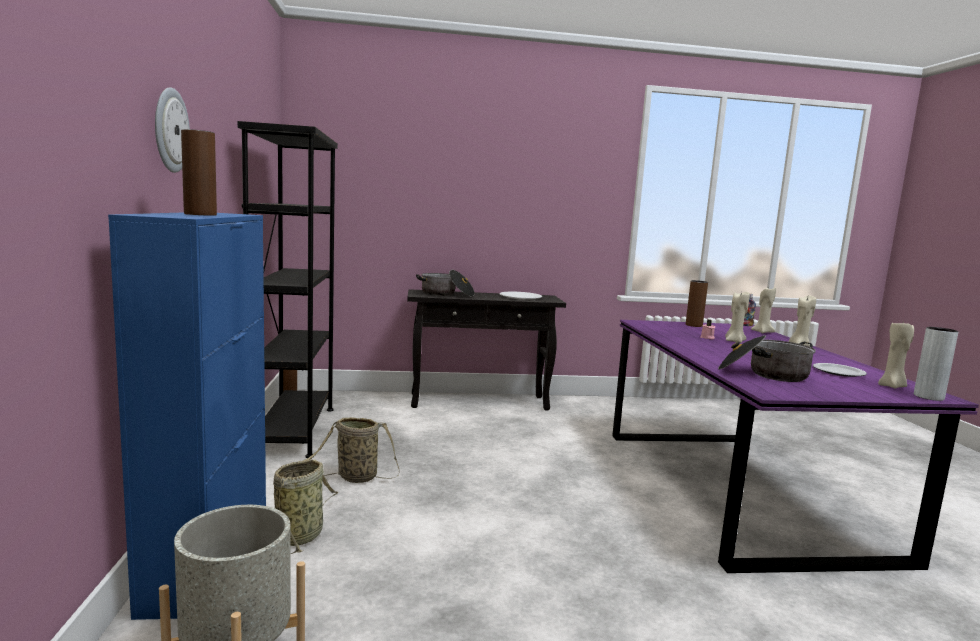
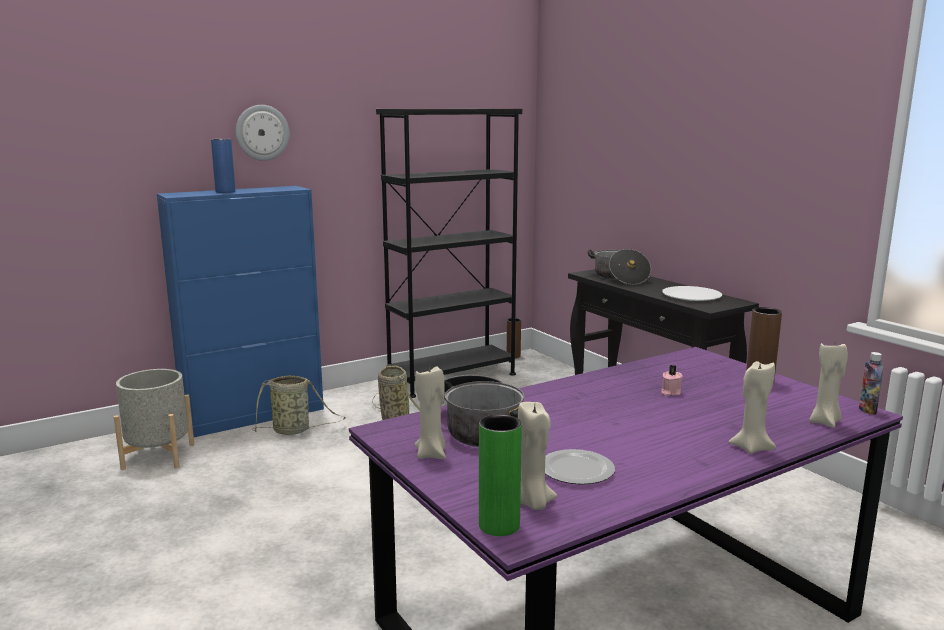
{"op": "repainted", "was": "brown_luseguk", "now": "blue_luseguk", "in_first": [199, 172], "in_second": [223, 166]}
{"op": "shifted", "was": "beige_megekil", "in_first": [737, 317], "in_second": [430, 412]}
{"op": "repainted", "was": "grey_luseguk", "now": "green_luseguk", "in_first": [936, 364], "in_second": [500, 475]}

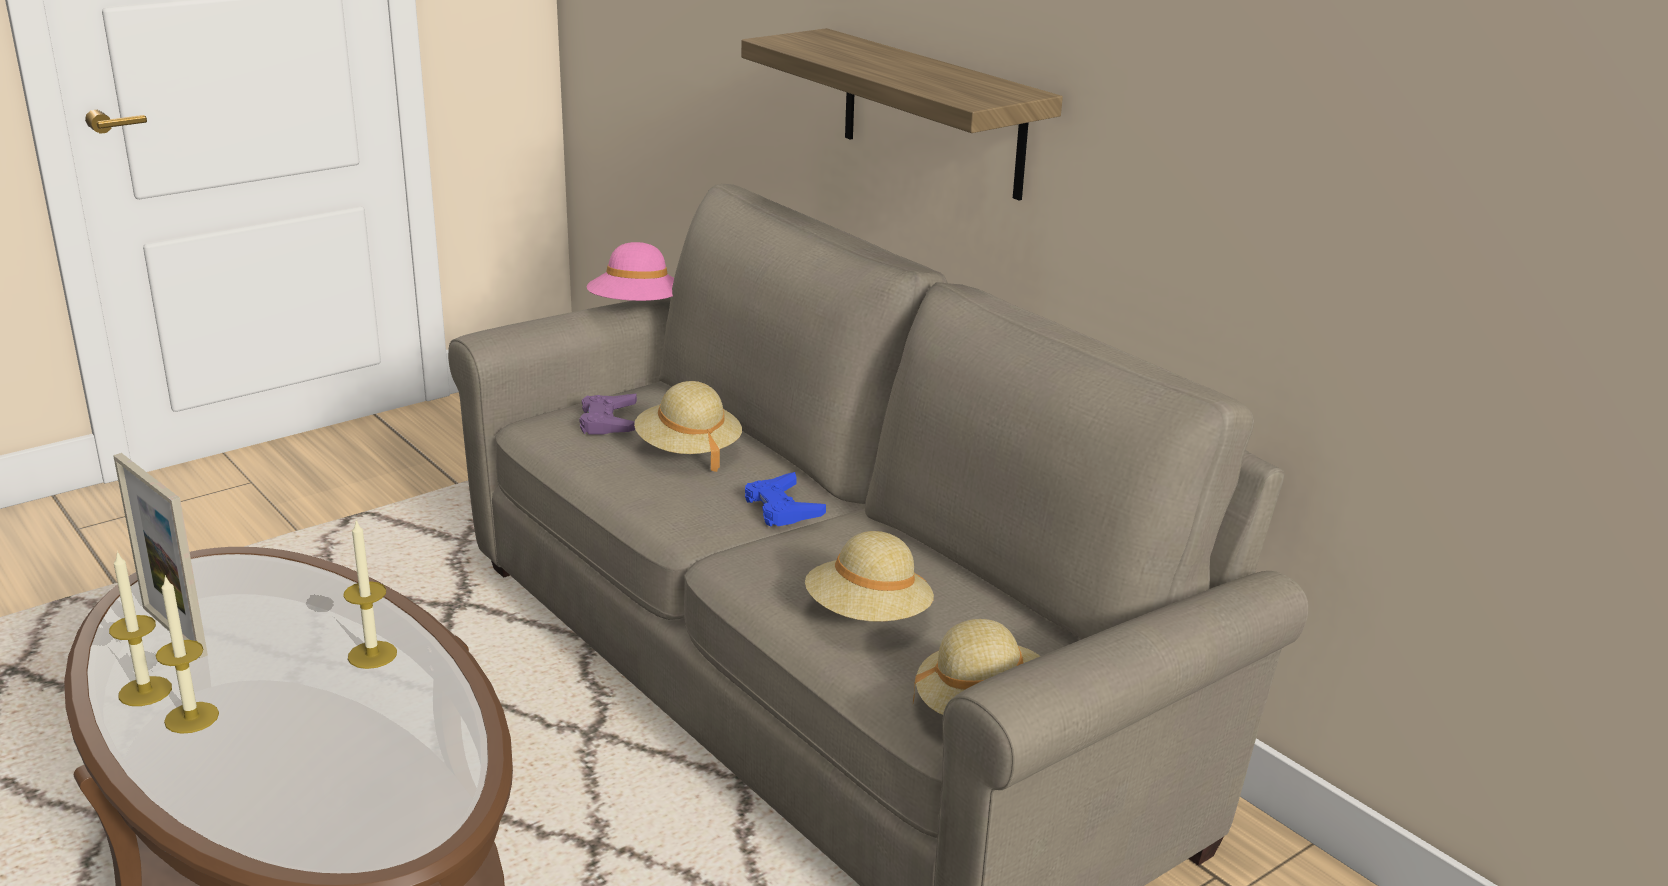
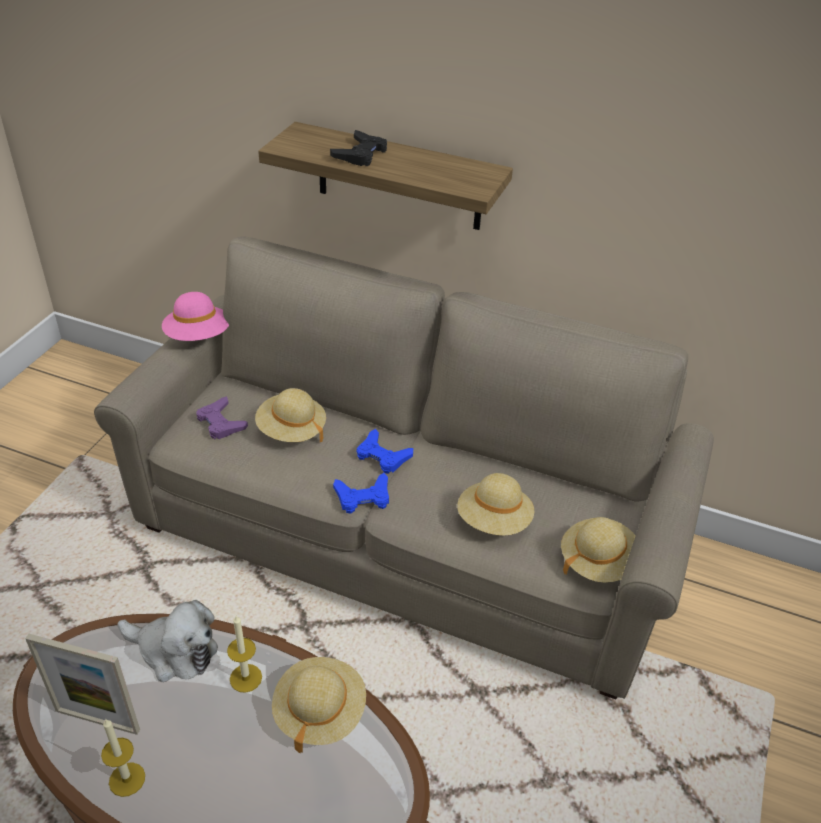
{"op": "gone", "was": "megekil", "in_first": [187, 654]}
{"op": "new", "now": "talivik", "in_second": [168, 641]}
{"op": "new", "now": "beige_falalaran", "in_second": [319, 705]}
{"op": "new", "now": "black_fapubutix", "in_second": [358, 148]}
{"op": "new", "now": "blue_fapubutix", "in_second": [361, 493]}

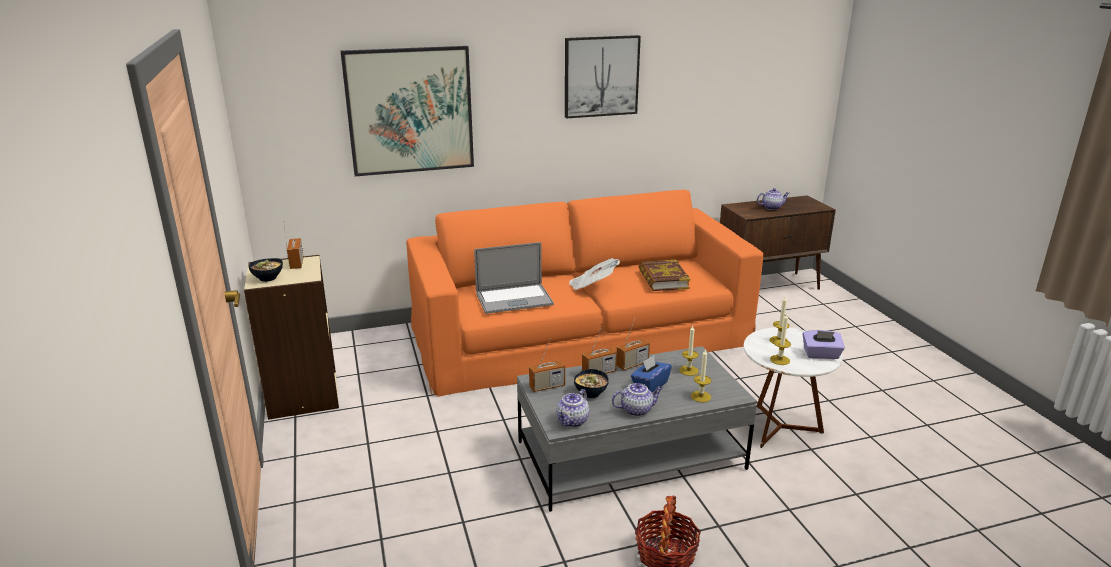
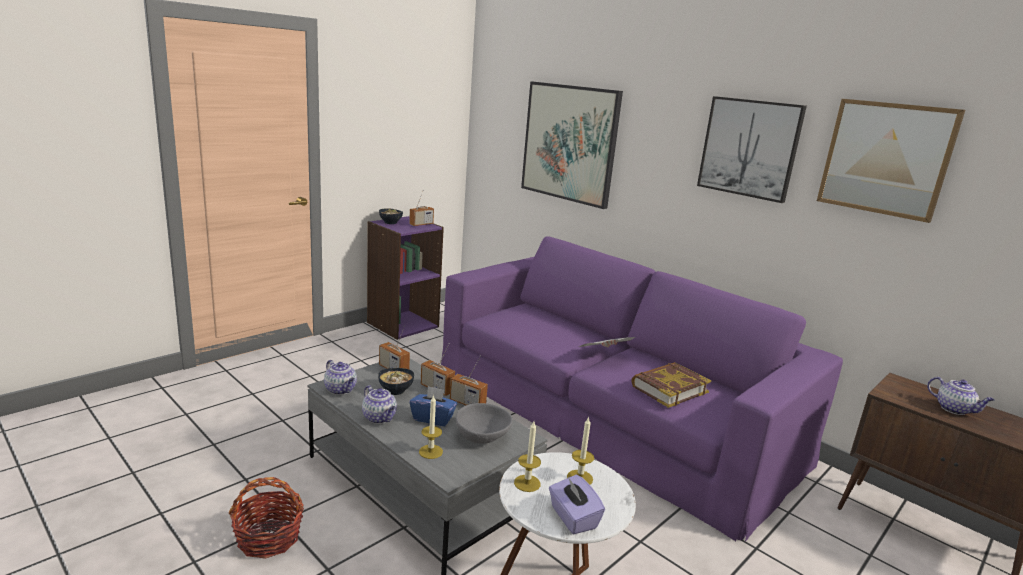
{"op": "repainted", "was": "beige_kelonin", "now": "purple_kelonin", "in_first": [291, 337], "in_second": [405, 278]}
{"op": "repainted", "was": "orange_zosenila", "now": "purple_zosenila", "in_first": [584, 293], "in_second": [642, 389]}
{"op": "gone", "was": "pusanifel", "in_first": [514, 278]}
{"op": "rotated", "was": "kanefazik", "in_first": [573, 408], "in_second": [340, 377], "clockwise": -135}
{"op": "swapped", "was": "megekil", "now": "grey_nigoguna", "in_first": [689, 351], "in_second": [484, 423]}
{"op": "new", "now": "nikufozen", "in_second": [891, 161]}

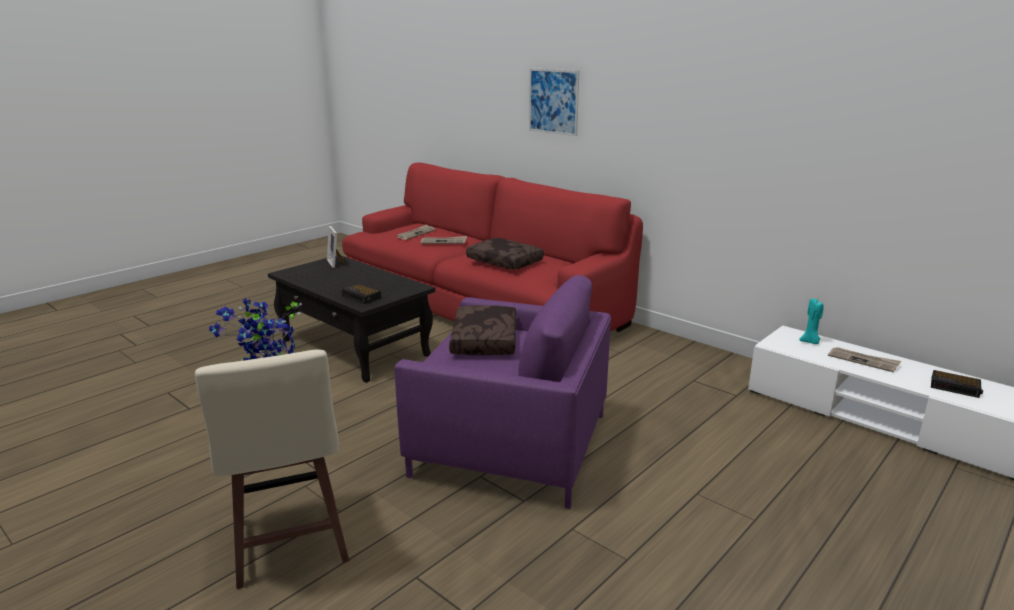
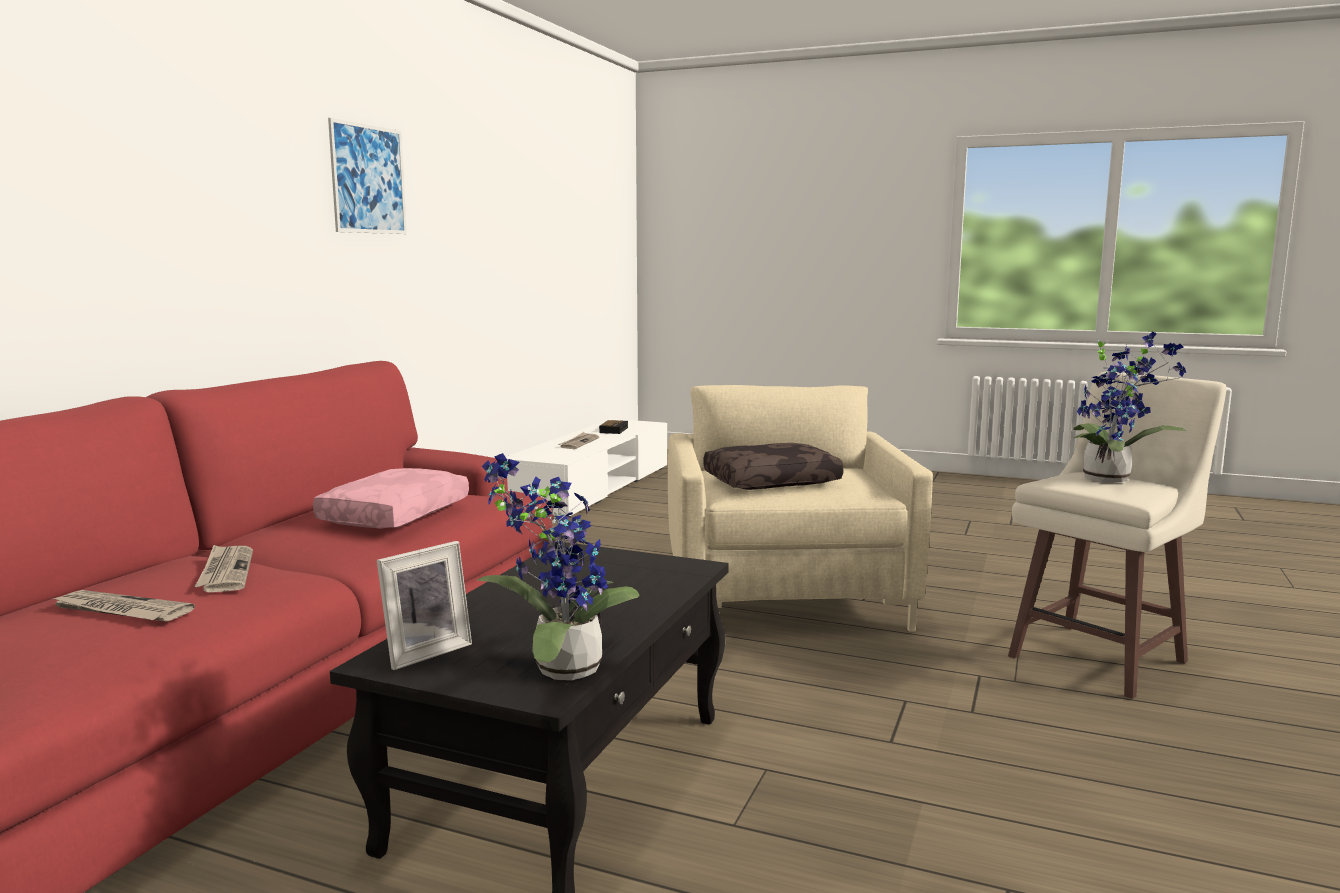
{"op": "gone", "was": "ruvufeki", "in_first": [361, 294]}
{"op": "repainted", "was": "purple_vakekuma", "now": "beige_vakekuma", "in_first": [502, 392], "in_second": [800, 508]}
{"op": "repainted", "was": "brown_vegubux", "now": "pink_vegubux", "in_first": [505, 254], "in_second": [391, 498]}
{"op": "shifted", "was": "nikufozen", "in_first": [554, 102], "in_second": [367, 176]}
{"op": "gone", "was": "turquoise_megekil", "in_first": [811, 321]}
{"op": "new", "now": "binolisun", "in_second": [558, 566]}

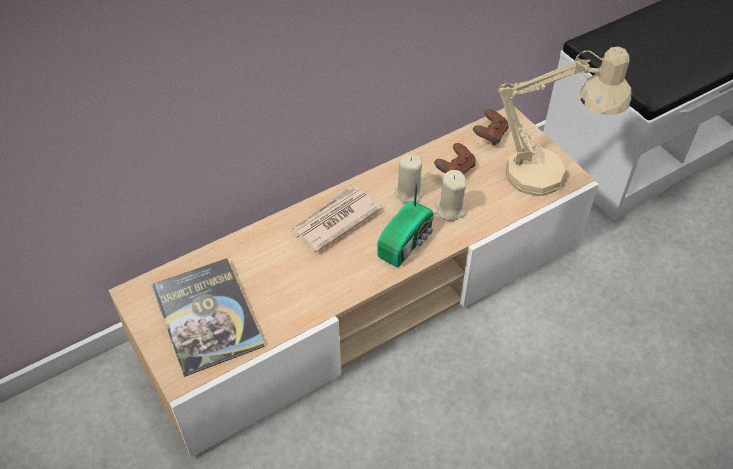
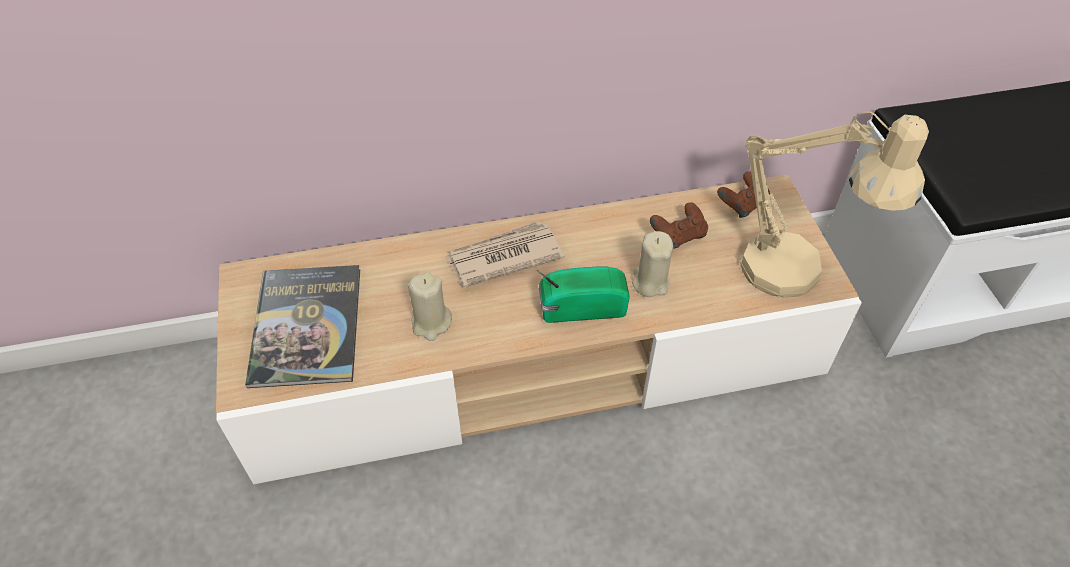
{"op": "rotated", "was": "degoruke", "in_first": [405, 218], "in_second": [583, 295], "clockwise": -150}
{"op": "shifted", "was": "beige_megekil", "in_first": [409, 178], "in_second": [430, 306]}

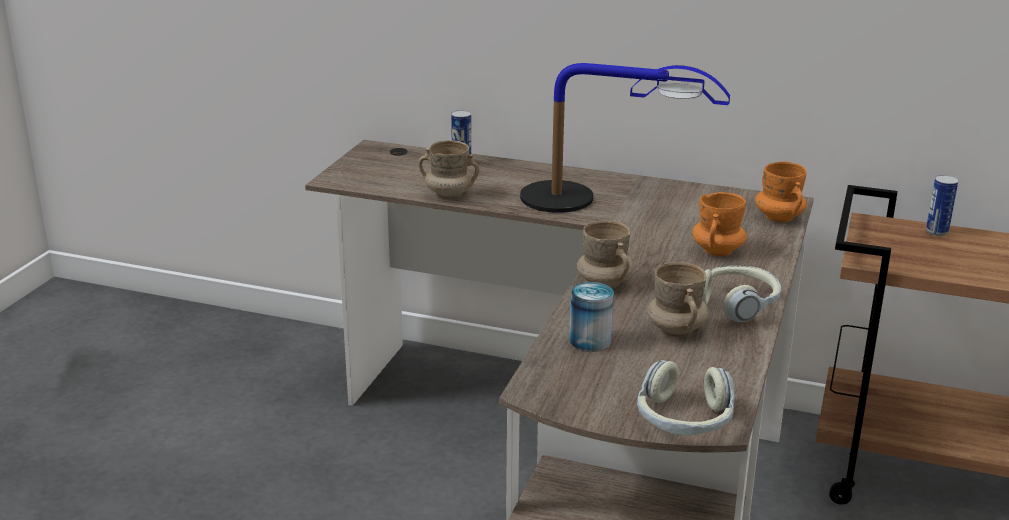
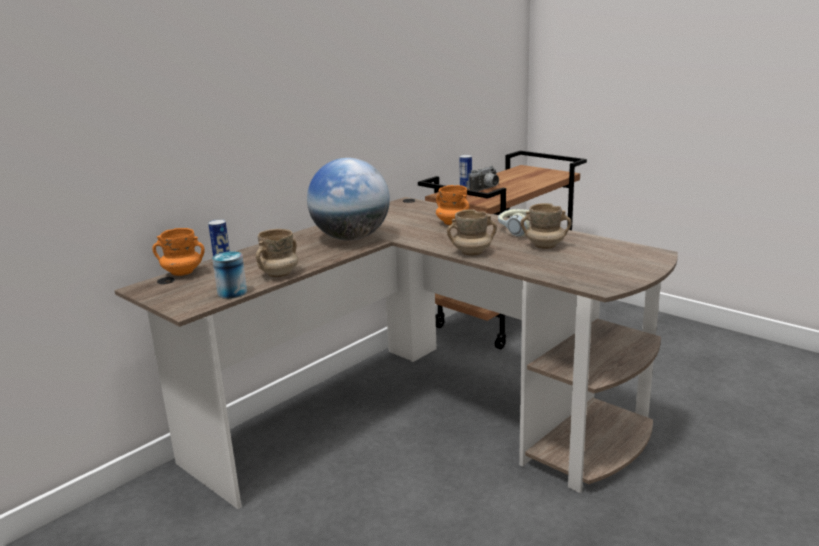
{"op": "swapped", "was": "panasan", "now": "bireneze", "in_first": [625, 138], "in_second": [348, 199]}
{"op": "shifted", "was": "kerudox", "in_first": [591, 317], "in_second": [229, 275]}
{"op": "gone", "was": "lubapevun", "in_first": [686, 398]}
{"op": "shifted", "was": "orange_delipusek", "in_first": [780, 192], "in_second": [178, 252]}
{"op": "new", "now": "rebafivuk", "in_second": [484, 178]}

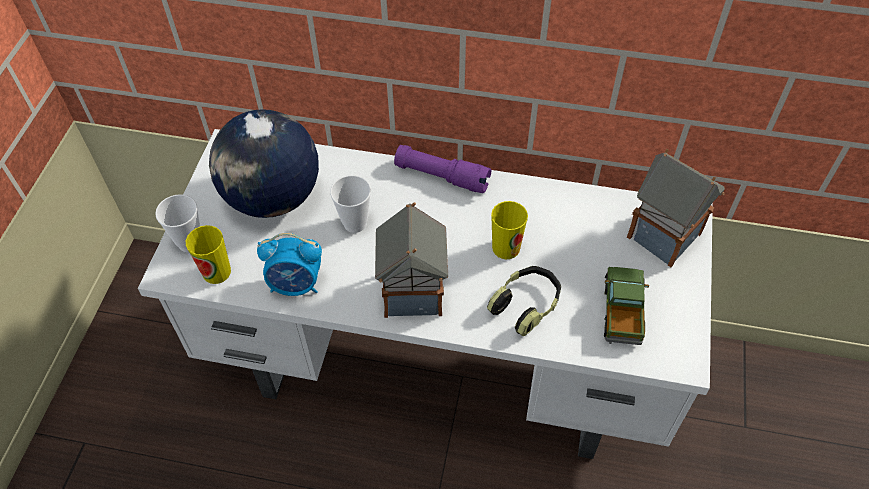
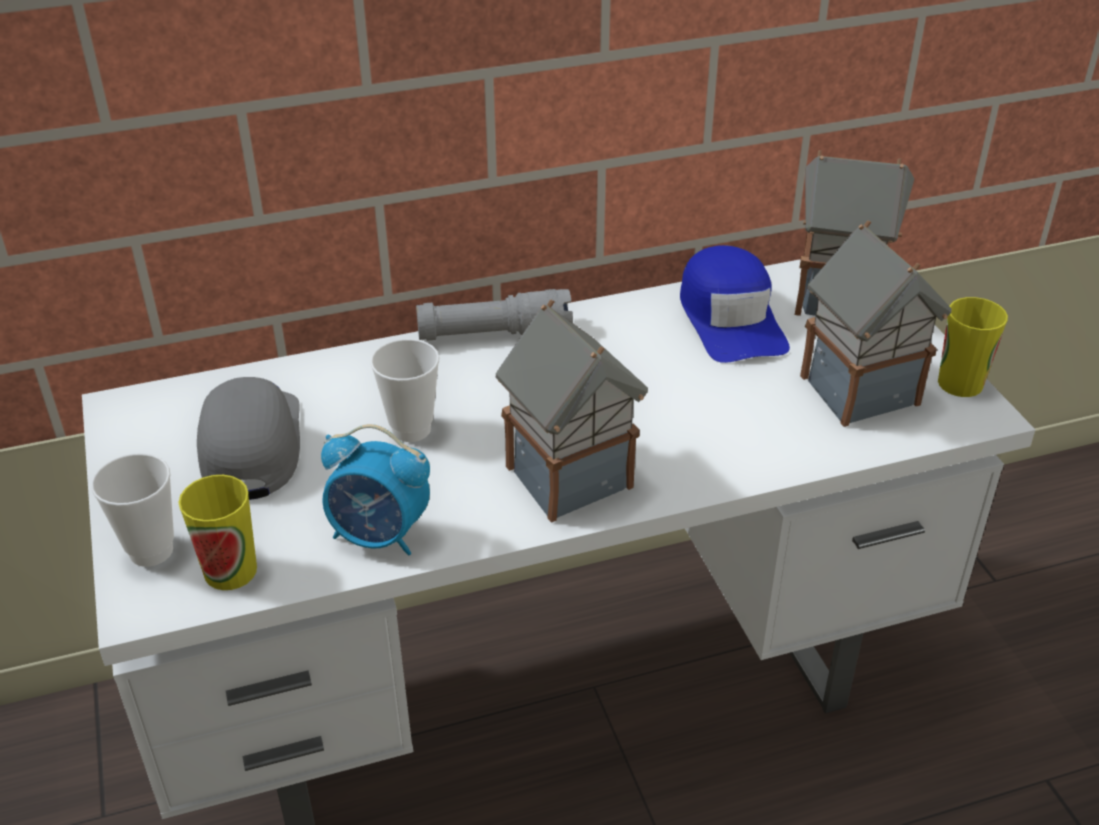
{"op": "swapped", "was": "bireneze", "now": "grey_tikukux", "in_first": [264, 163], "in_second": [248, 438]}
{"op": "rotated", "was": "ruvufeki", "in_first": [289, 264], "in_second": [375, 490], "clockwise": 45}
{"op": "repainted", "was": "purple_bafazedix", "now": "grey_bafazedix", "in_first": [442, 169], "in_second": [494, 315]}
{"op": "gone", "was": "lubapevun", "in_first": [524, 301]}
{"op": "shifted", "was": "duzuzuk", "in_first": [509, 230], "in_second": [973, 347]}
{"op": "swapped", "was": "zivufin", "now": "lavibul", "in_first": [626, 306], "in_second": [876, 323]}
{"op": "new", "now": "blue_tikukux", "in_second": [735, 304]}

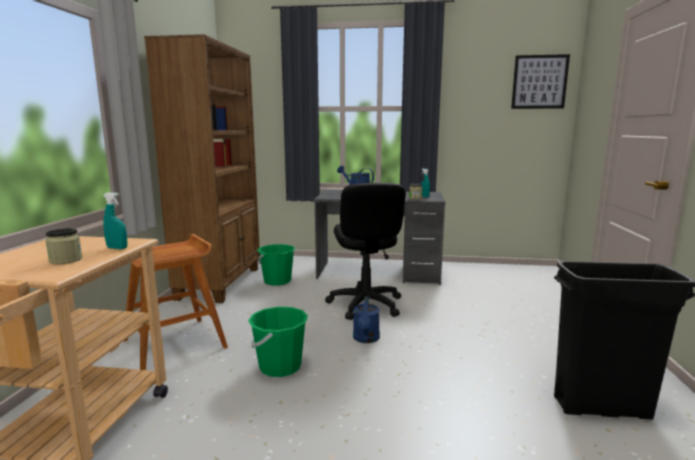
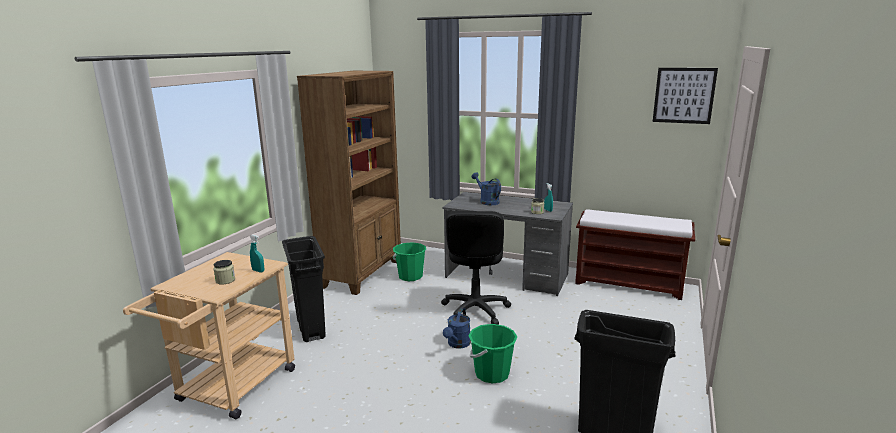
{"op": "swapped", "was": "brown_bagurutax", "now": "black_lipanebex", "in_first": [175, 302], "in_second": [304, 289]}
{"op": "shifted", "was": "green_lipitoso", "in_first": [278, 342], "in_second": [492, 354]}
{"op": "new", "now": "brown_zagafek", "in_second": [635, 254]}

